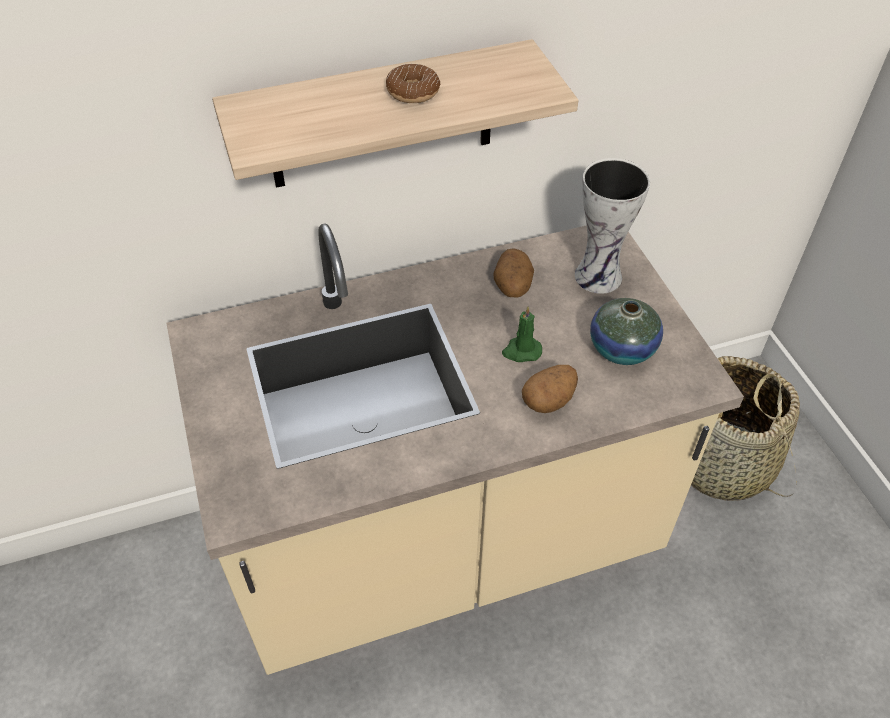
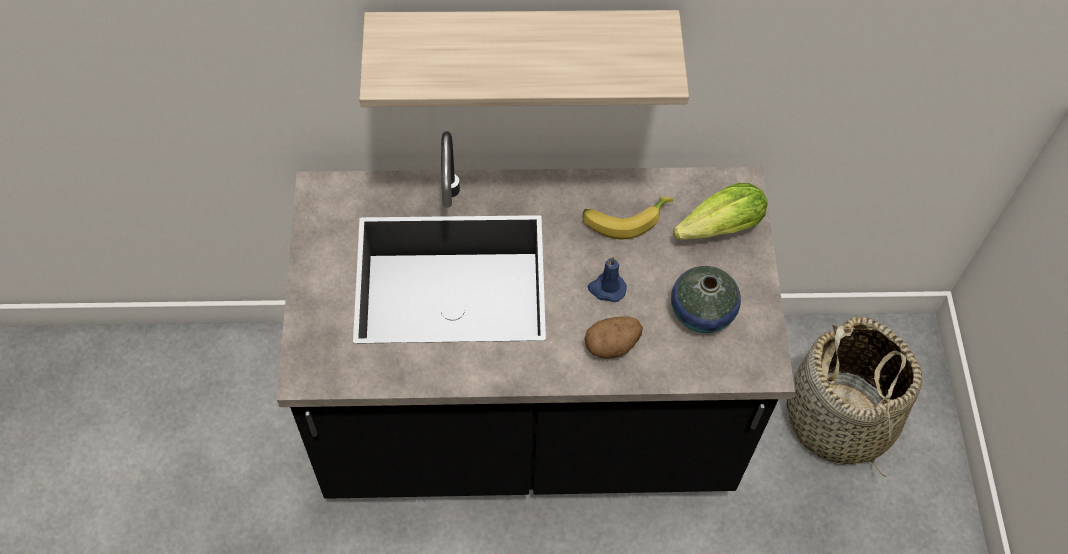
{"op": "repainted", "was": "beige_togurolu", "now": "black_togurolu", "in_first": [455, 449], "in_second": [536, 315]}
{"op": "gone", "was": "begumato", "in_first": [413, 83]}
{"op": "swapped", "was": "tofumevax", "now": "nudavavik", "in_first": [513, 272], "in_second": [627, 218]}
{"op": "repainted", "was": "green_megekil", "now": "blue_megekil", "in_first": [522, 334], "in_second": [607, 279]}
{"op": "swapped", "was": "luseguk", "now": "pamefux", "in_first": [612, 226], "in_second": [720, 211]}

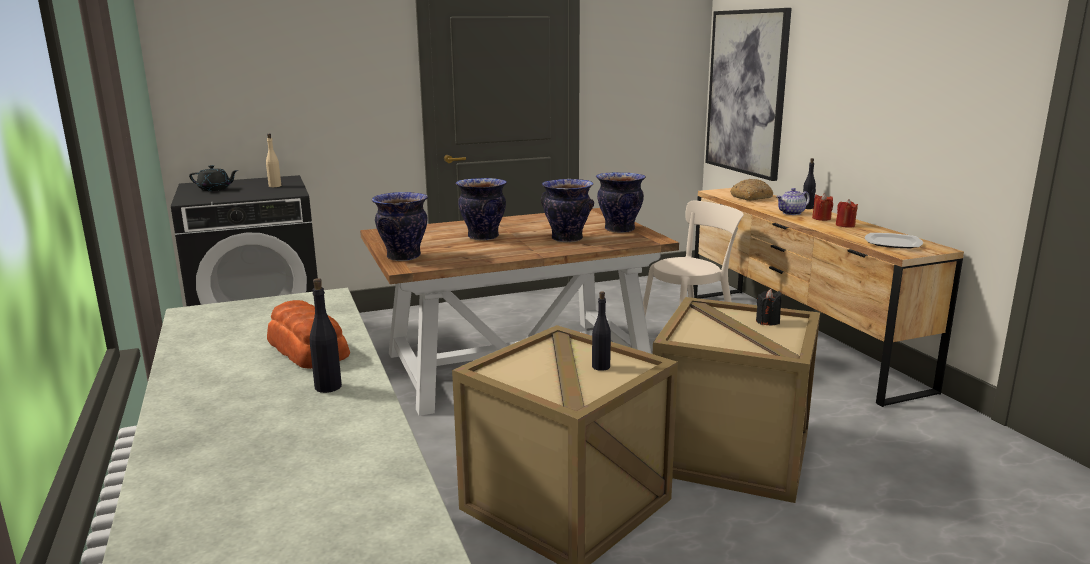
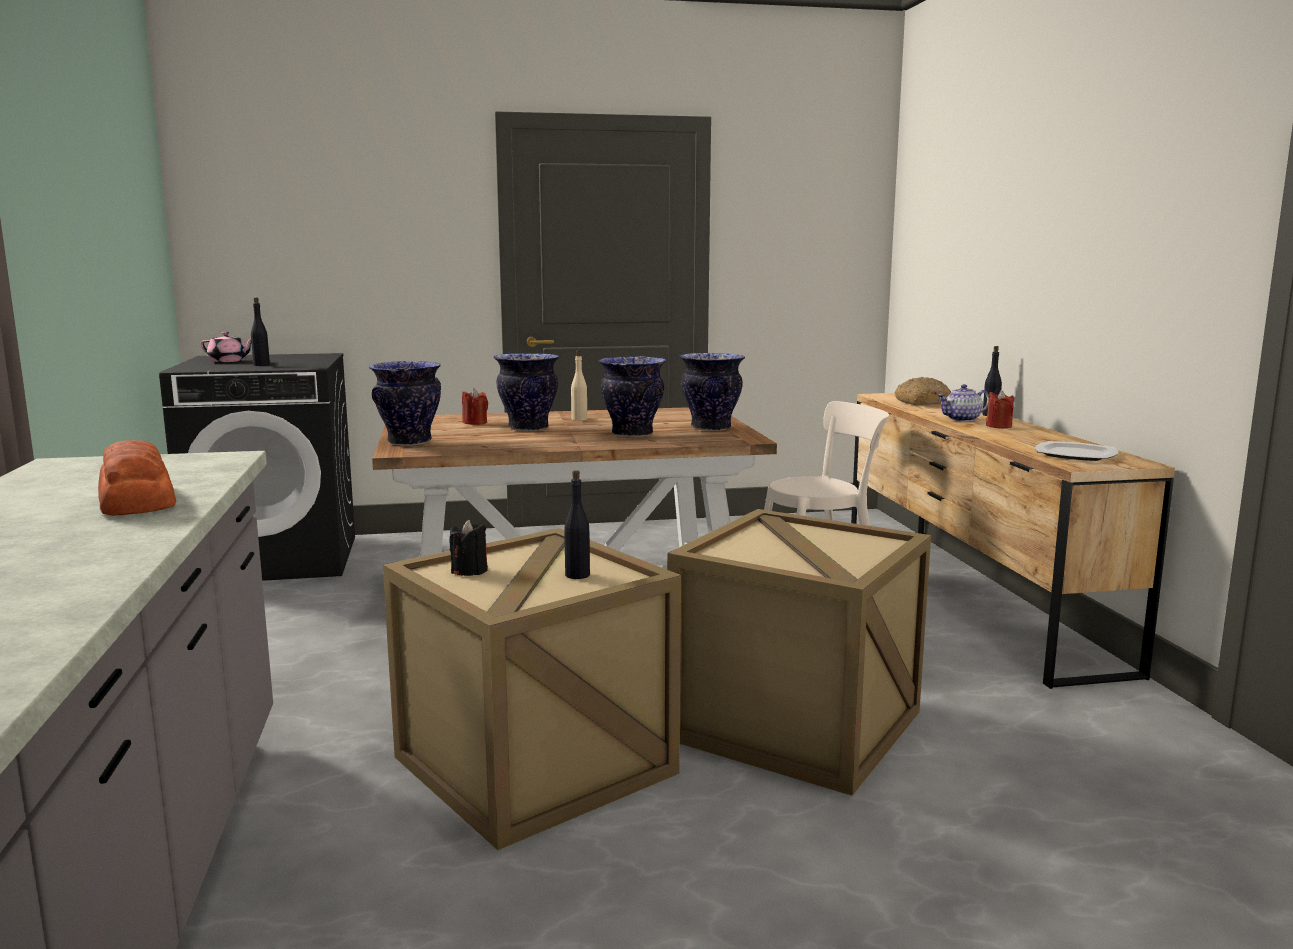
{"op": "repainted", "was": "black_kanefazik", "now": "pink_kanefazik", "in_first": [213, 178], "in_second": [225, 347]}
{"op": "shifted", "was": "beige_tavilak", "in_first": [273, 160], "in_second": [579, 385]}
{"op": "shifted", "was": "black_tavilak", "in_first": [326, 335], "in_second": [260, 332]}
{"op": "gone", "was": "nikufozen", "in_first": [748, 94]}
{"op": "shifted", "was": "black_megekil", "in_first": [769, 307], "in_second": [469, 547]}
{"op": "shifted", "was": "red_megekil", "in_first": [847, 213], "in_second": [475, 406]}

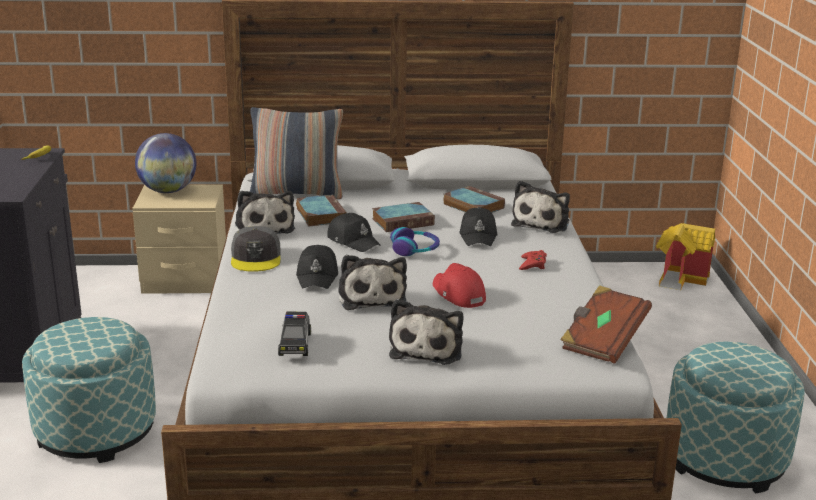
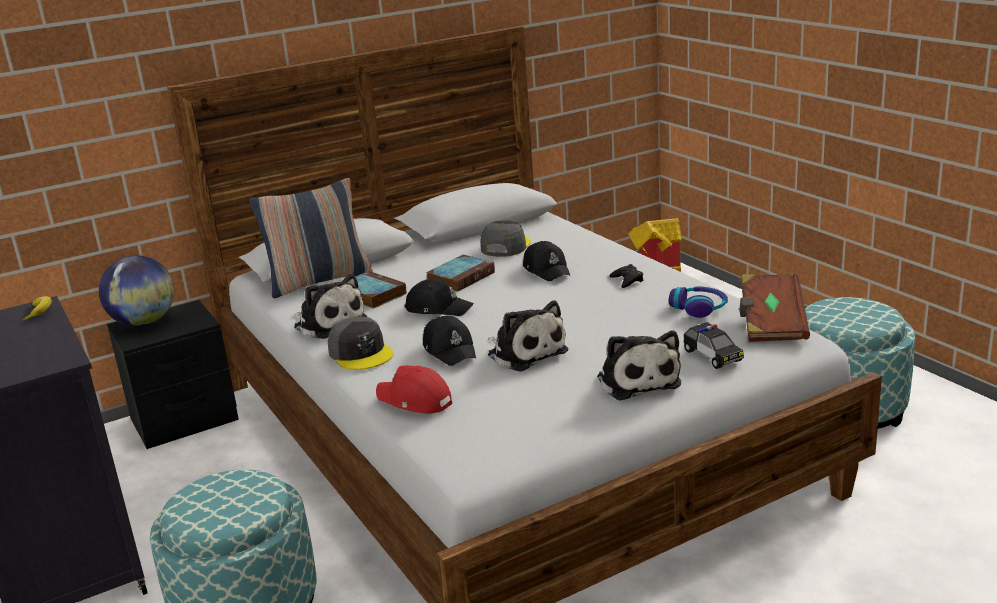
{"op": "repainted", "was": "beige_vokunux", "now": "black_vokunux", "in_first": [179, 239], "in_second": [173, 374]}
{"op": "shifted", "was": "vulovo", "in_first": [294, 334], "in_second": [714, 345]}
{"op": "shifted", "was": "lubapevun", "in_first": [415, 241], "in_second": [698, 302]}
{"op": "shifted", "was": "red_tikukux", "in_first": [459, 285], "in_second": [414, 389]}
{"op": "swapped", "was": "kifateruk", "now": "grey_tikukux", "in_first": [474, 199], "in_second": [505, 239]}
{"op": "gone", "was": "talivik", "in_first": [540, 207]}
{"op": "repainted", "was": "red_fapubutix", "now": "black_fapubutix", "in_first": [533, 260], "in_second": [626, 276]}

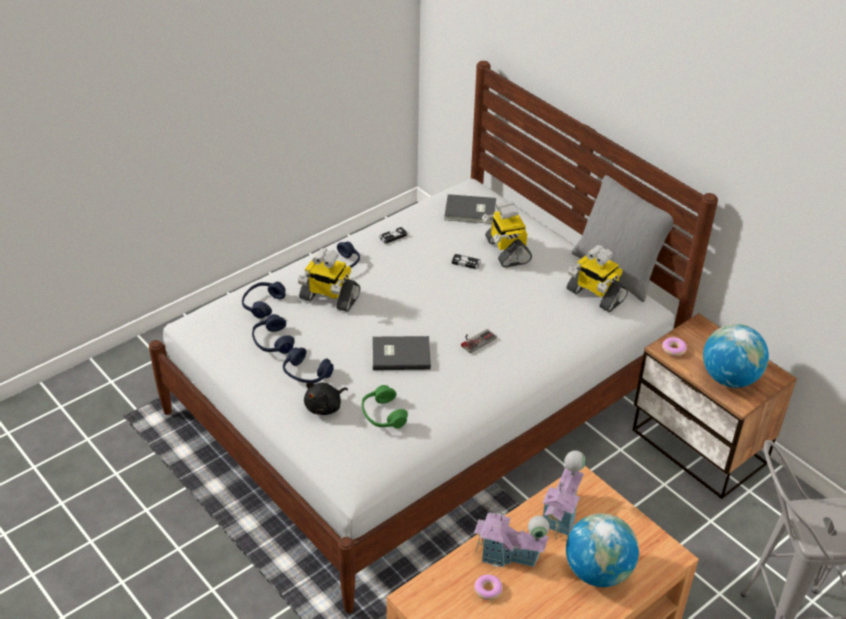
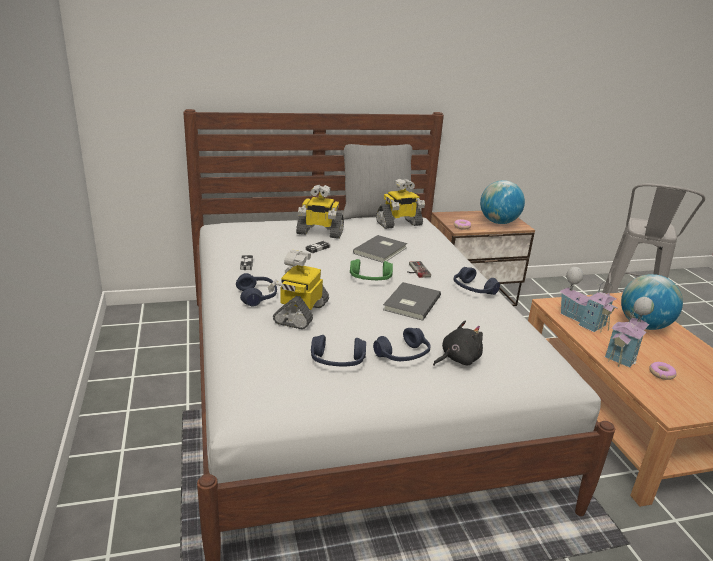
{"op": "shifted", "was": "blue_lubapevun", "in_first": [264, 300], "in_second": [476, 281]}
{"op": "rotated", "was": "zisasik", "in_first": [329, 280], "in_second": [298, 289], "clockwise": 150}
{"op": "rotated", "was": "black_talivik", "in_first": [326, 398], "in_second": [458, 343], "clockwise": -105}
{"op": "shifted", "was": "green_lubapevun", "in_first": [385, 407], "in_second": [371, 269]}
{"op": "shifted", "was": "grey_kifateruk", "in_first": [470, 209], "in_second": [380, 249]}

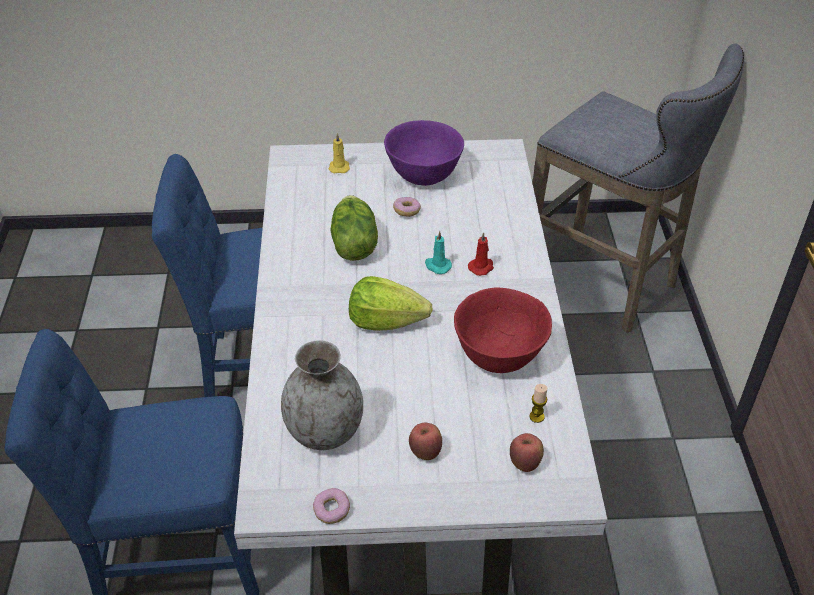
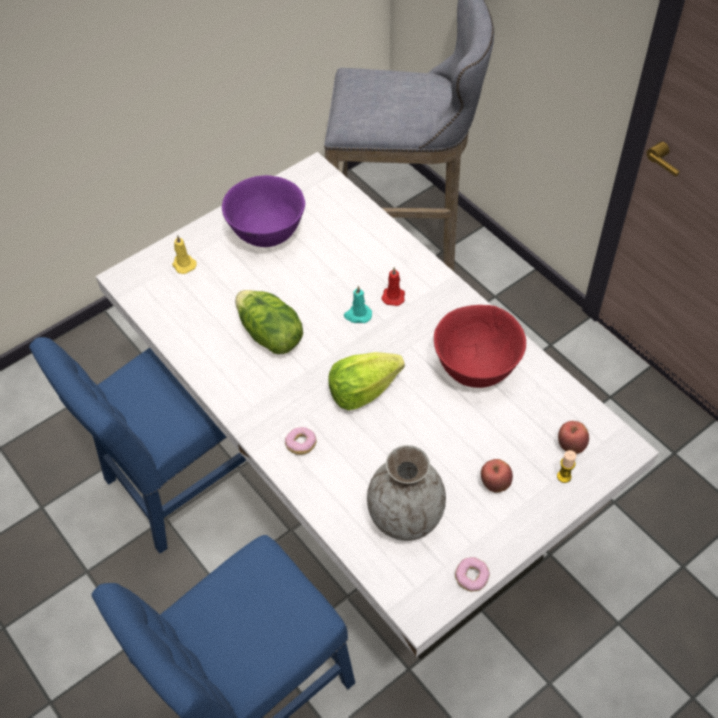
{"op": "shifted", "was": "begumato", "in_first": [407, 207], "in_second": [301, 441]}
{"op": "shifted", "was": "megekil", "in_first": [538, 403], "in_second": [566, 466]}

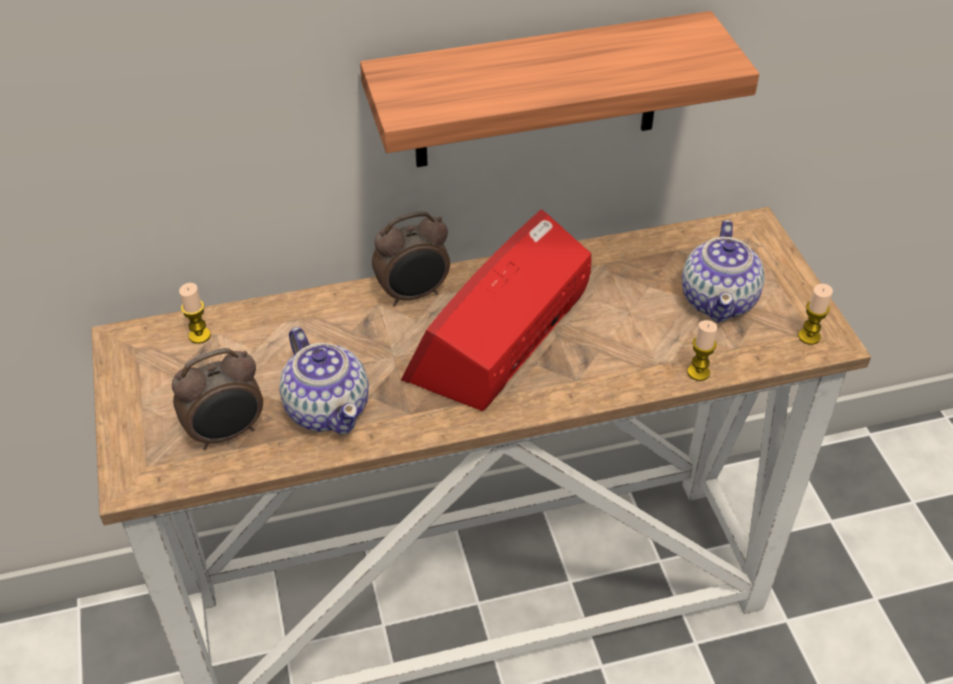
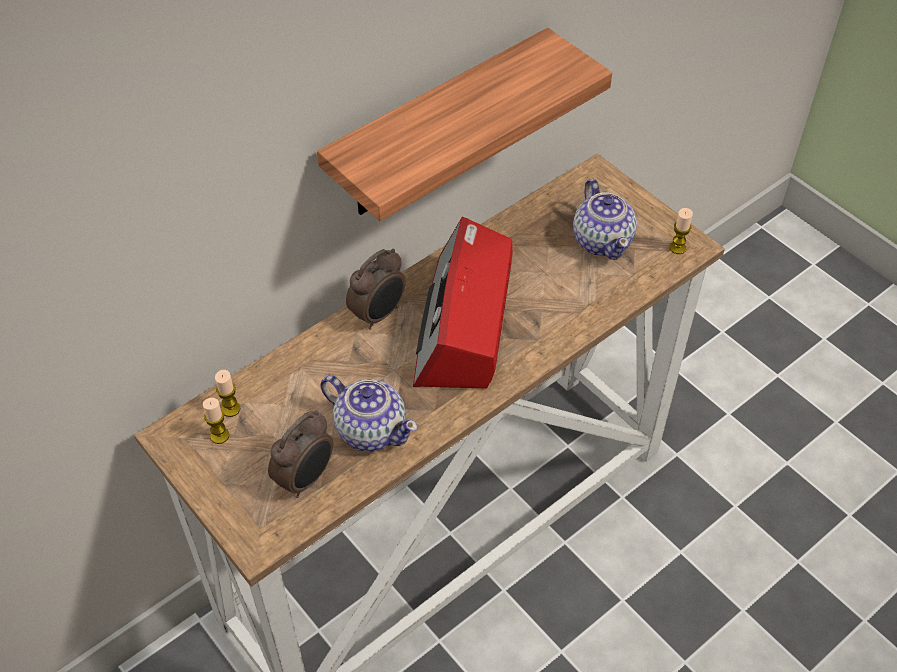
{"op": "shifted", "was": "megekil", "in_first": [702, 350], "in_second": [216, 421]}

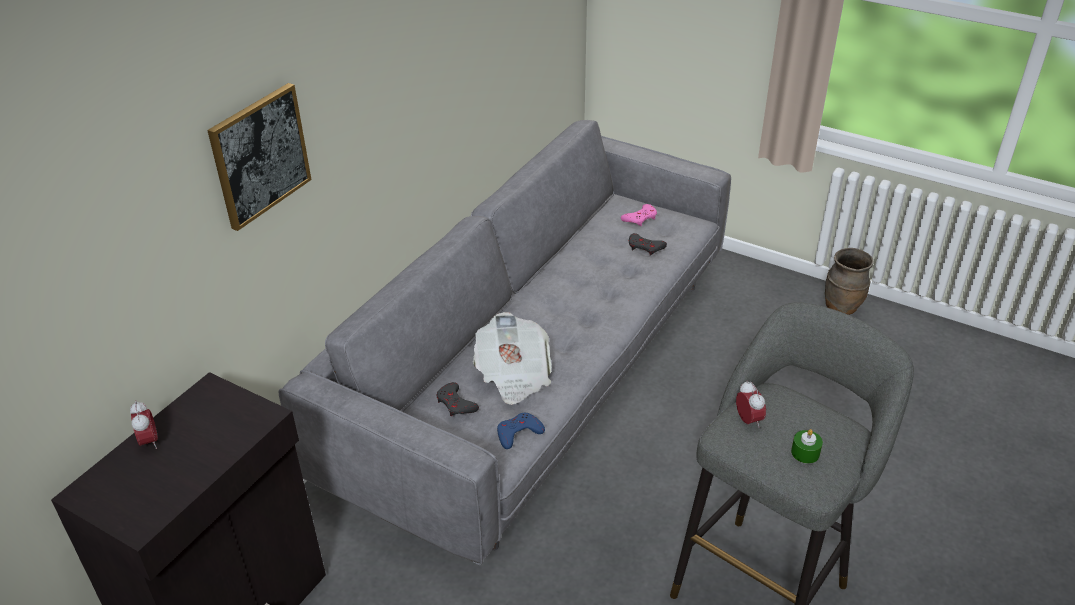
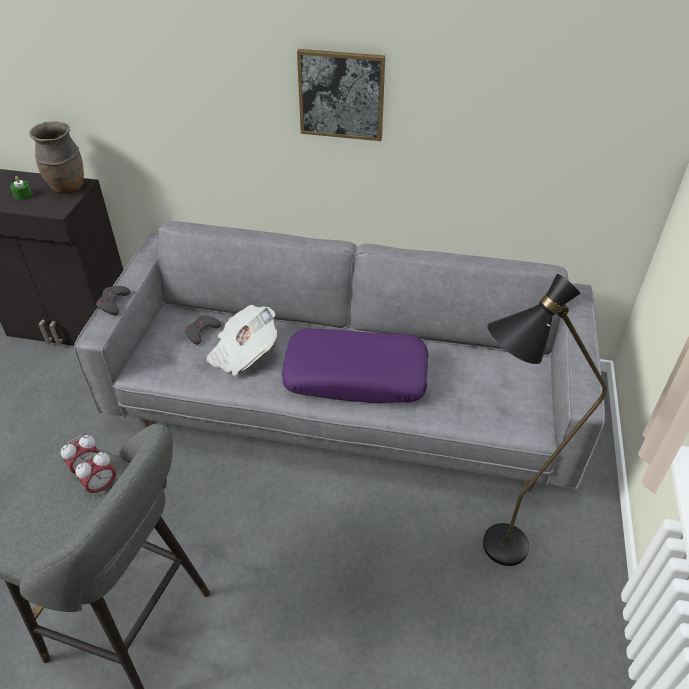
{"op": "shifted", "was": "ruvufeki", "in_first": [144, 425], "in_second": [95, 474]}
{"op": "shifted", "was": "nikufozen", "in_first": [259, 157], "in_second": [341, 95]}
{"op": "gone", "was": "blue_fapubutix", "in_first": [521, 431]}
{"op": "gone", "was": "pink_fapubutix", "in_first": [639, 215]}
{"op": "shifted", "was": "grey_fapubutix", "in_first": [648, 244], "in_second": [113, 300]}
{"op": "shifted", "was": "green_megekil", "in_first": [807, 446], "in_second": [21, 188]}
{"op": "shifted", "was": "brown_luseguk", "in_first": [849, 281], "in_second": [56, 157]}
{"op": "new", "now": "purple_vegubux", "in_second": [355, 366]}
{"op": "new", "now": "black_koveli", "in_second": [545, 420]}

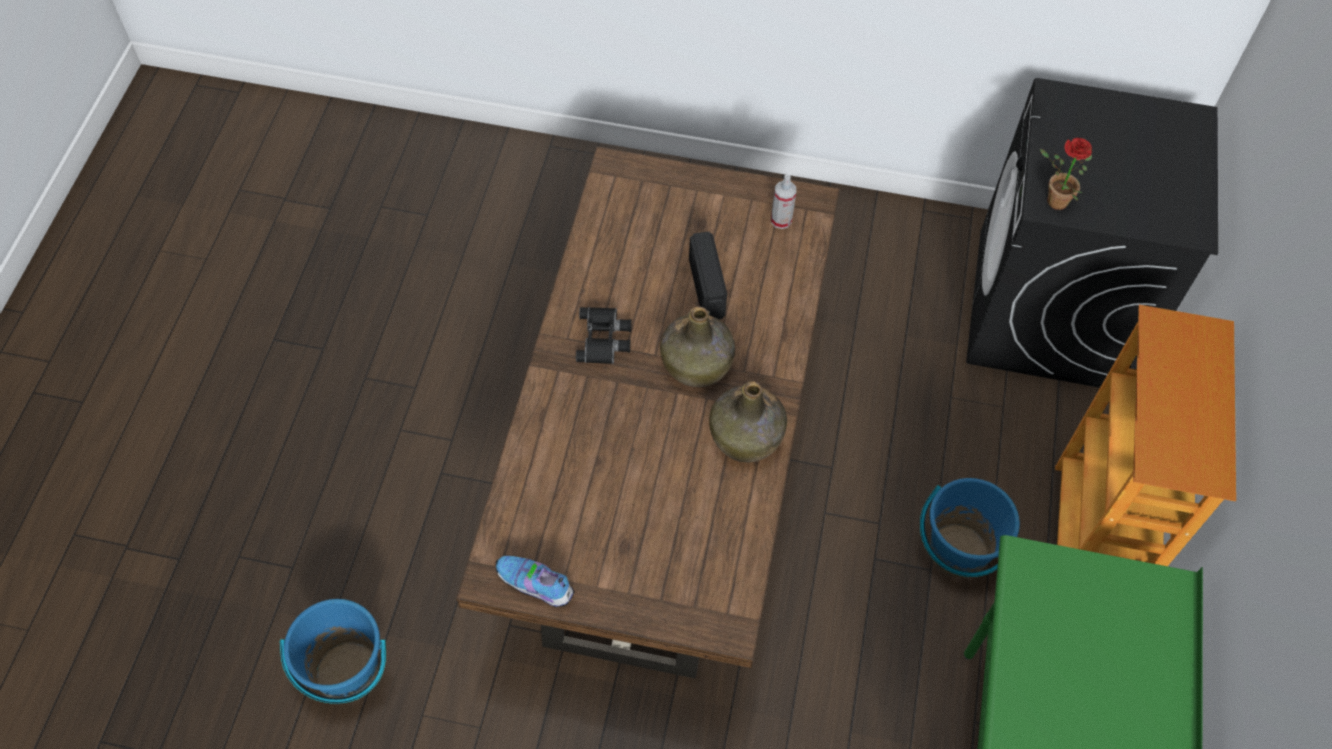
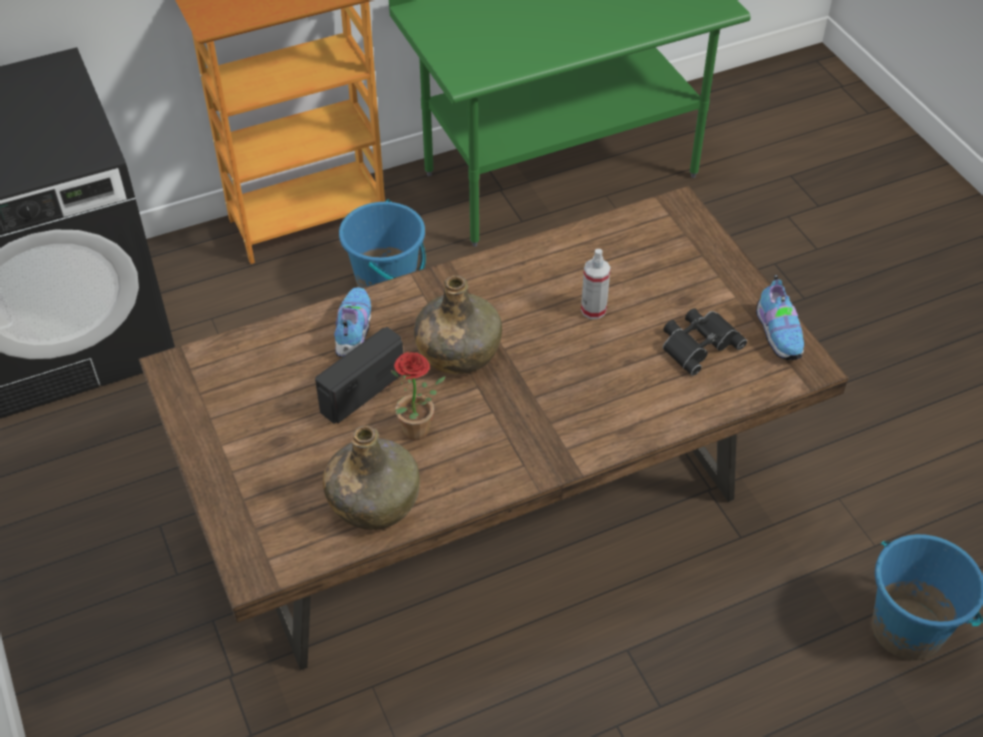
{"op": "shifted", "was": "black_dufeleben", "in_first": [604, 335], "in_second": [705, 342]}
{"op": "shifted", "was": "green_tavilak", "in_first": [748, 421], "in_second": [371, 477]}
{"op": "shifted", "was": "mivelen", "in_first": [783, 201], "in_second": [596, 284]}
{"op": "shifted", "was": "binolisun", "in_first": [1066, 174], "in_second": [418, 396]}
{"op": "new", "now": "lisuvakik", "in_second": [352, 322]}

